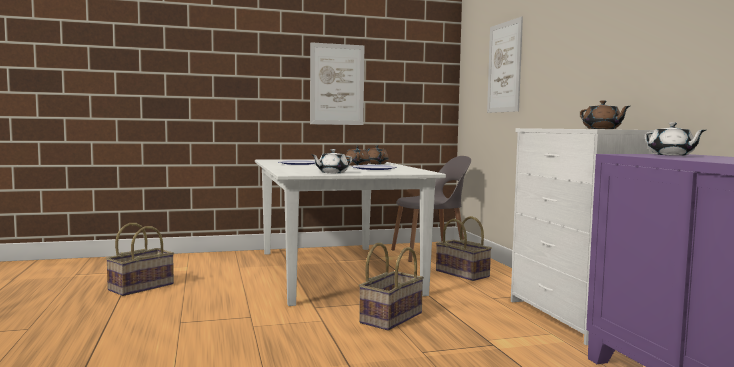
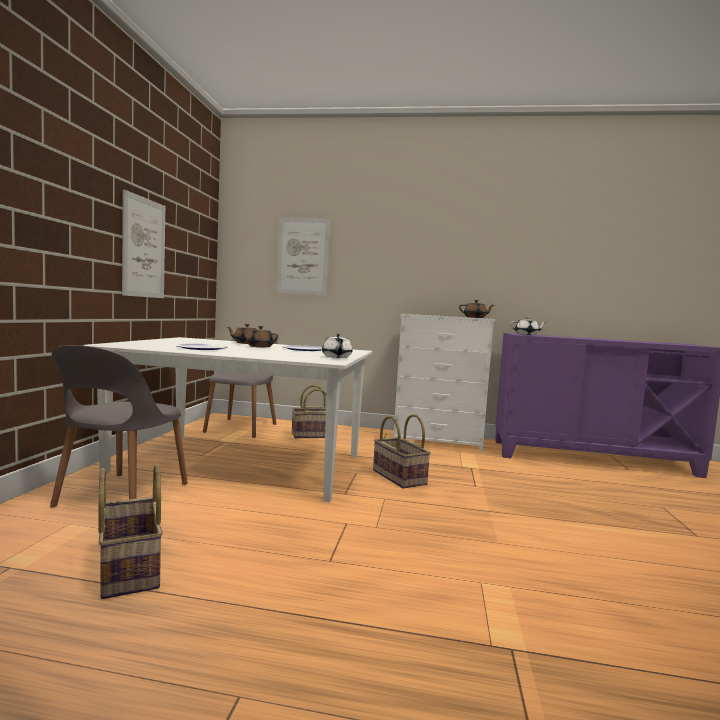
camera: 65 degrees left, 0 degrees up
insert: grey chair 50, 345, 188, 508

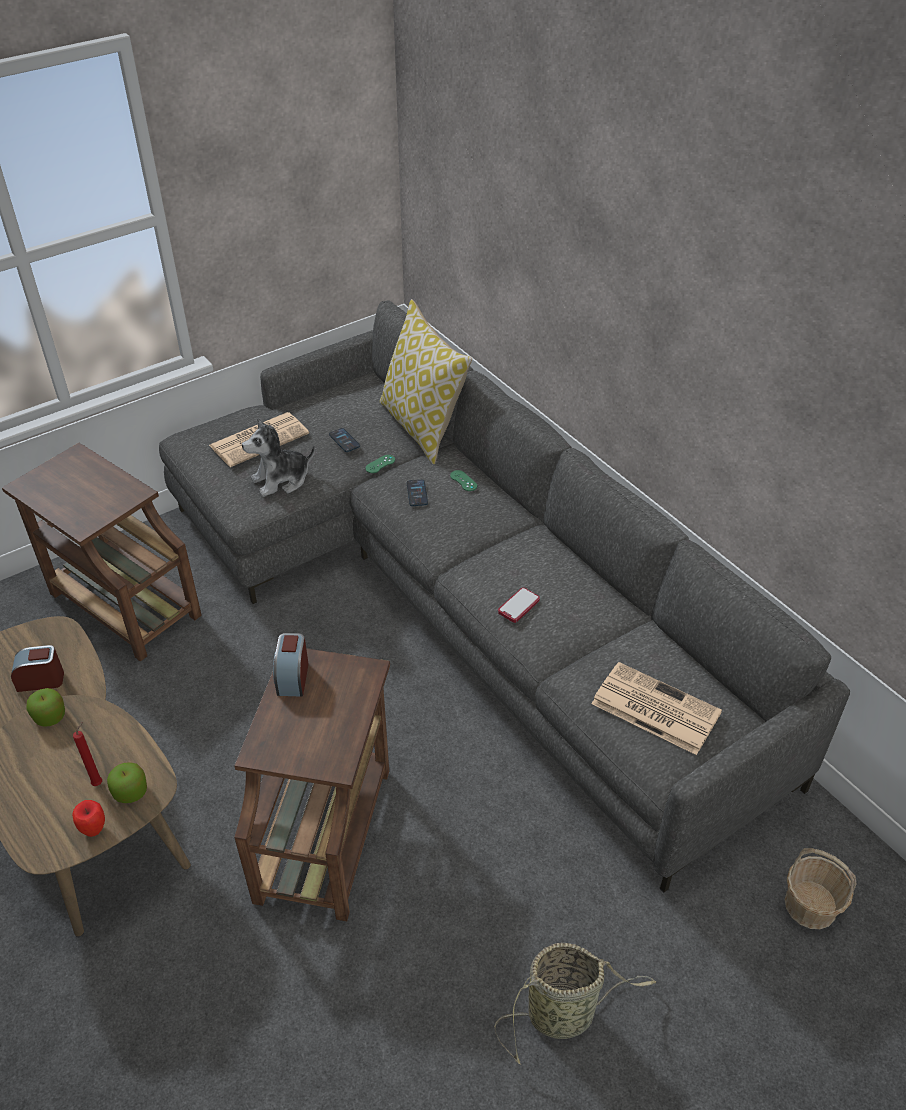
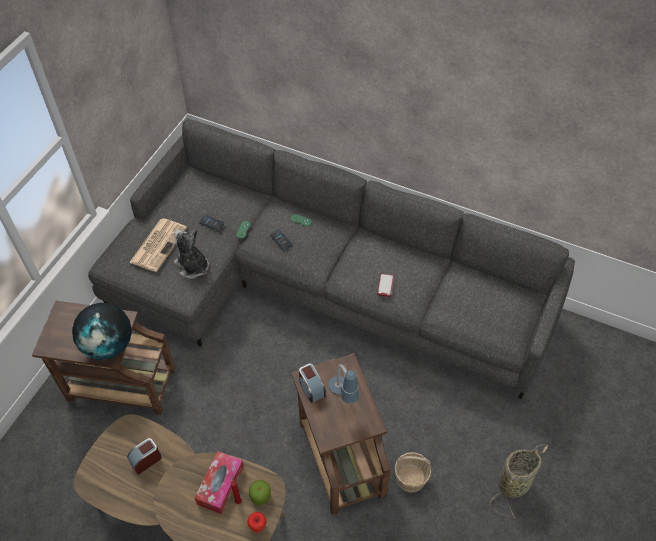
camera: 30 degrees left, 10 degrees up
delete: apple 27, 688, 65, 727; pillow 380, 299, 472, 464; newspaper 591, 662, 722, 755
insert: globe 72, 303, 132, 360; tissue box 194, 451, 244, 514; table lamp 328, 364, 359, 404
move: basket 785, 848, 857, 929 to 394, 452, 431, 493
rotate: plush toy 242, 418, 315, 497 = 174, 228, 209, 279 105 degrees clockwise

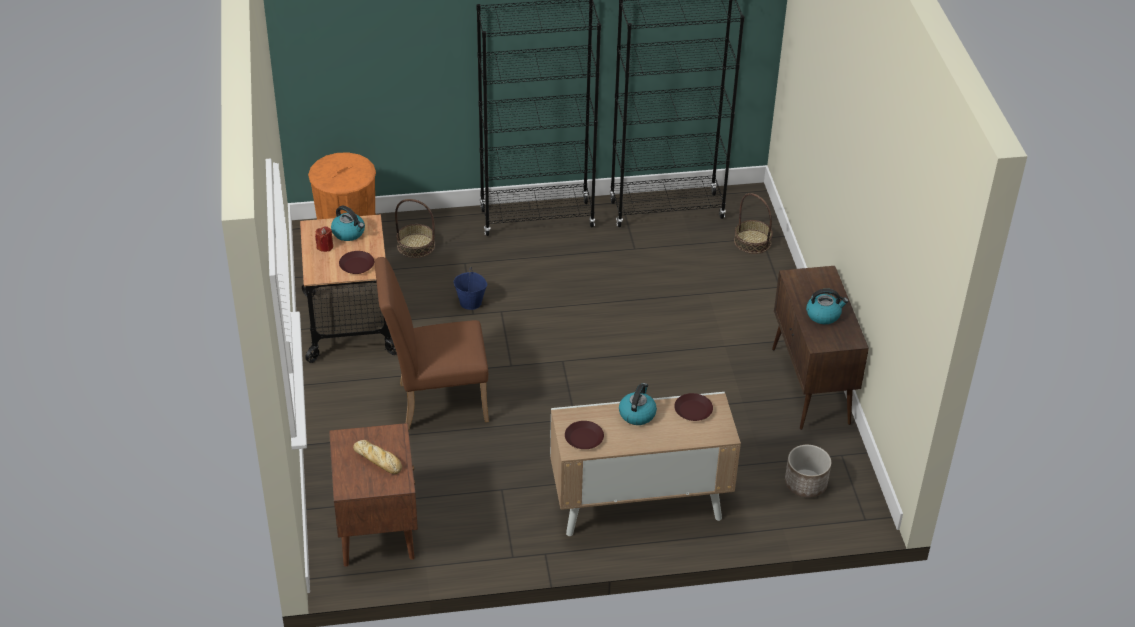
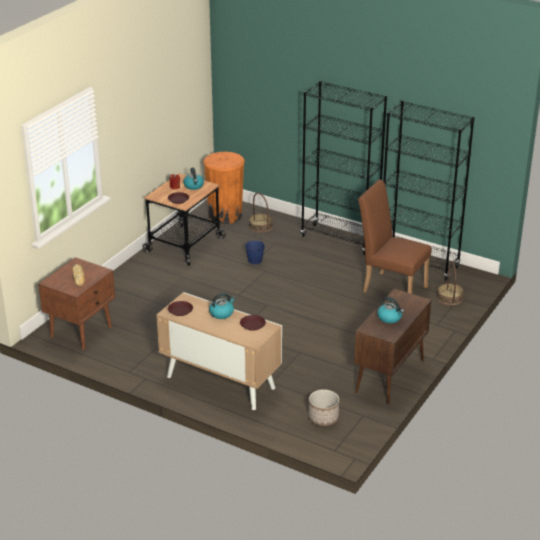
camera: 40 degrees right, 10 degrees down
move: brown chair 375, 257, 489, 430 to 358, 180, 432, 294

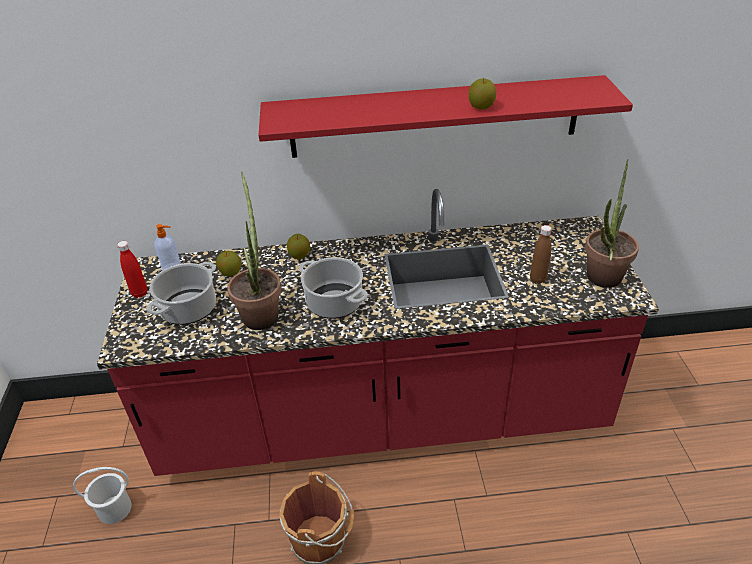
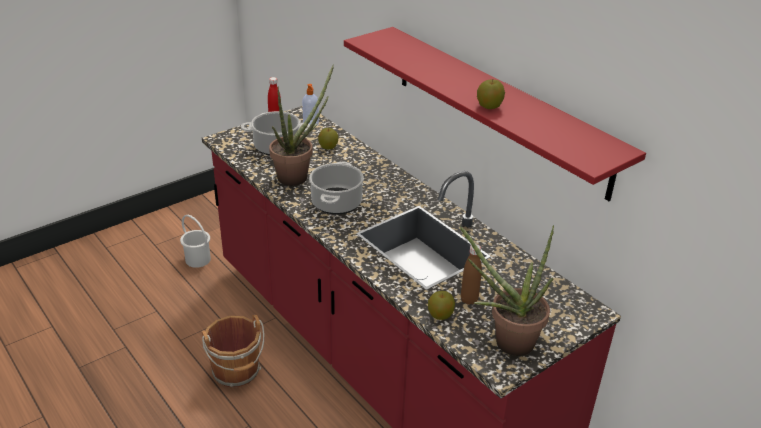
camera: 55 degrees right, 5 degrees down
move: apple 286, 234, 310, 259 to 428, 291, 455, 320

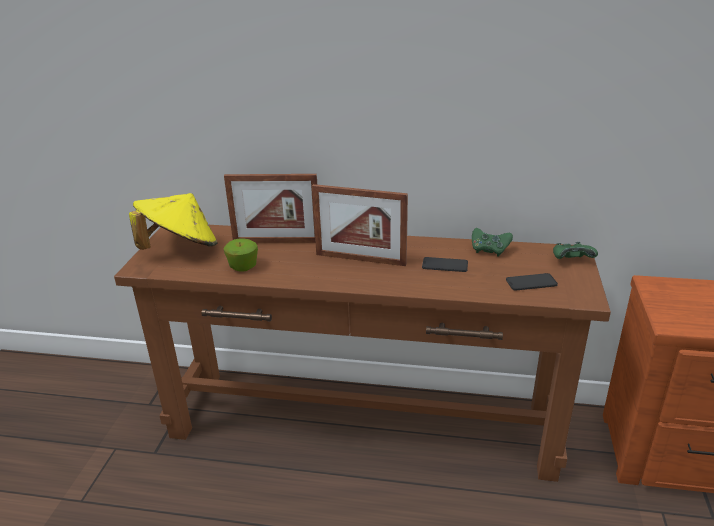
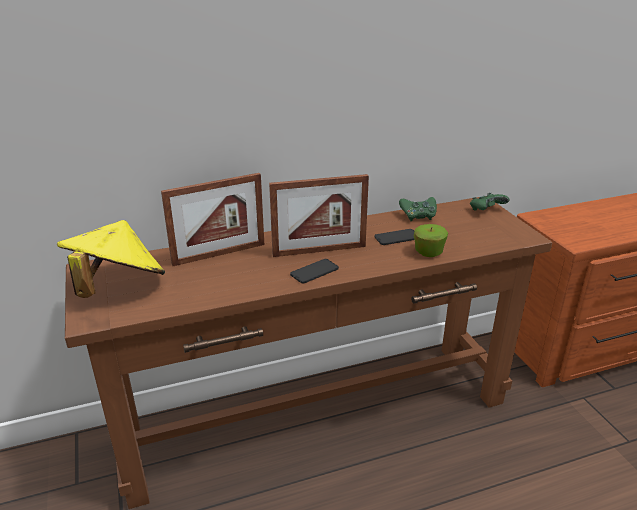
camera: 30 degrees left, 0 degrees up
move: phone 506, 273, 558, 291 to 290, 259, 339, 283; apple 224, 239, 258, 272 to 414, 224, 448, 257

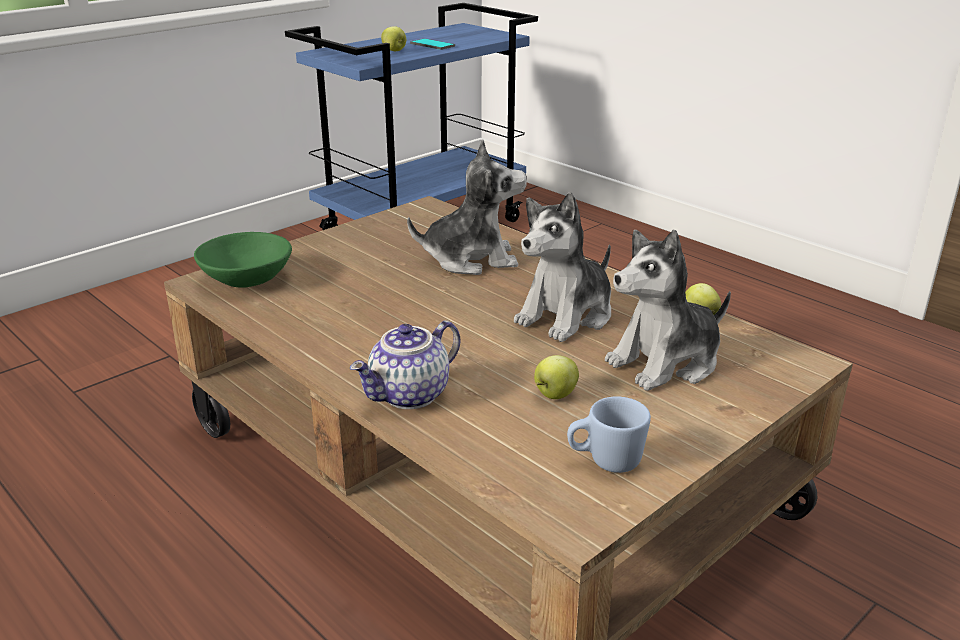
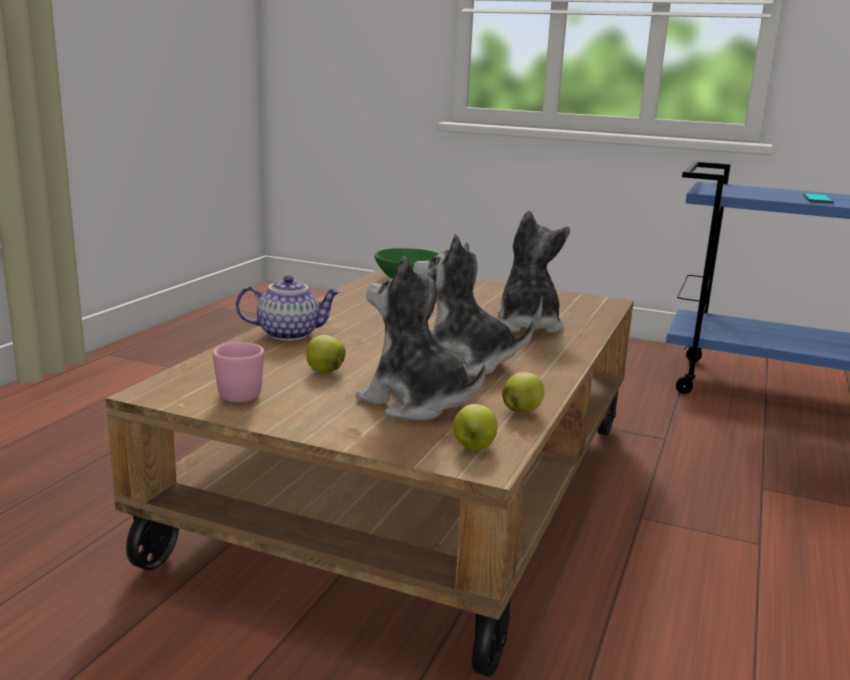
camera: 65 degrees right, 10 degrees down
move: apple 381, 26, 406, 51 to 453, 404, 498, 450
recolor: blue mug 567, 397, 651, 473 to pink mug 213, 342, 264, 402
rotate: teapot 350, 320, 460, 409 = 236, 275, 341, 341 150 degrees clockwise; plush toy 407, 139, 527, 275 = 497, 211, 570, 333 150 degrees counterclockwise

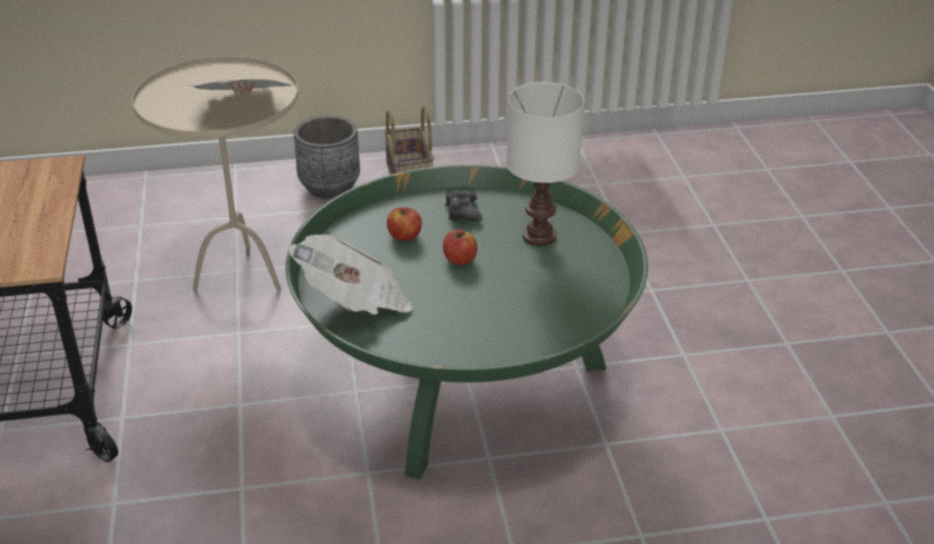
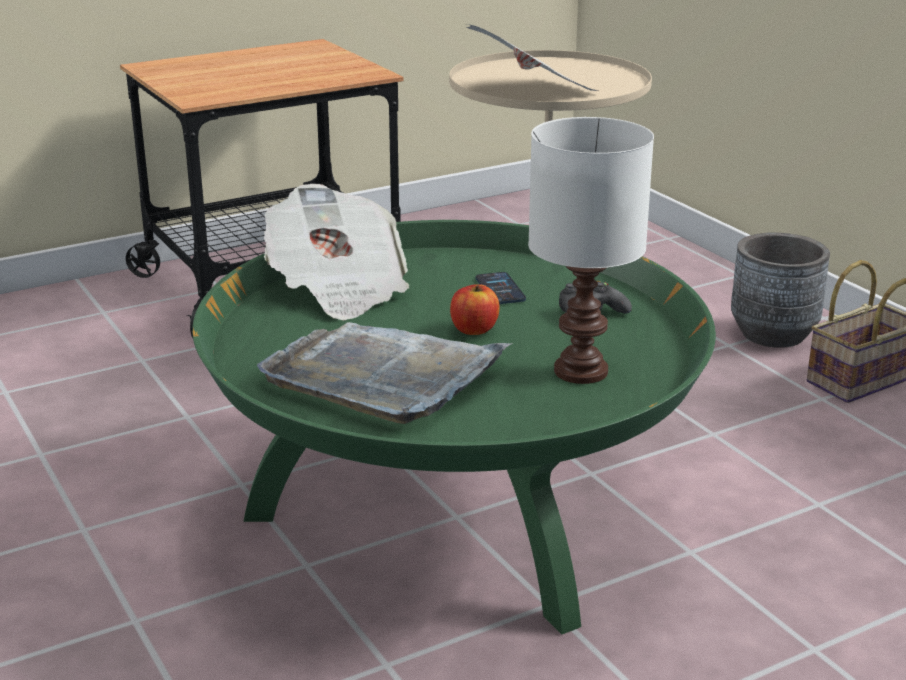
camera: 70 degrees right, 10 degrees down
insert: grey tray 257, 322, 512, 424
replace: apple 387, 207, 422, 241 to phone 476, 272, 526, 304

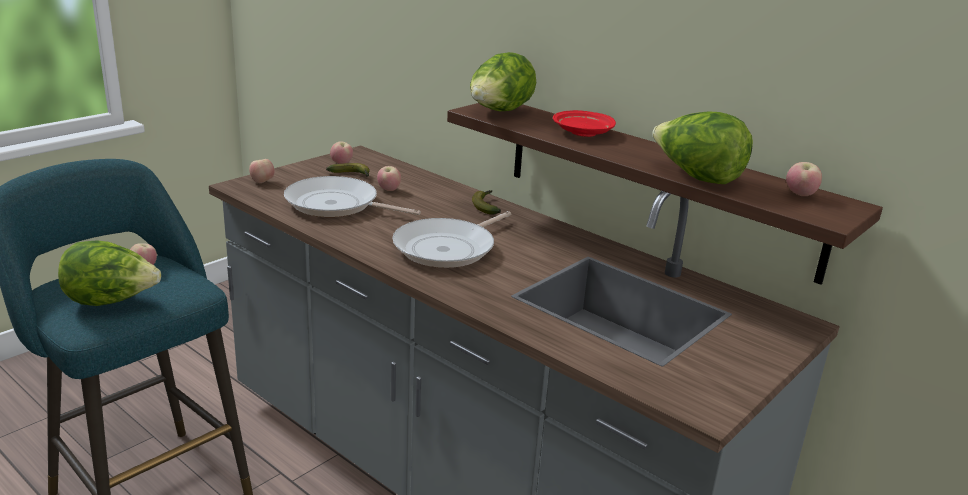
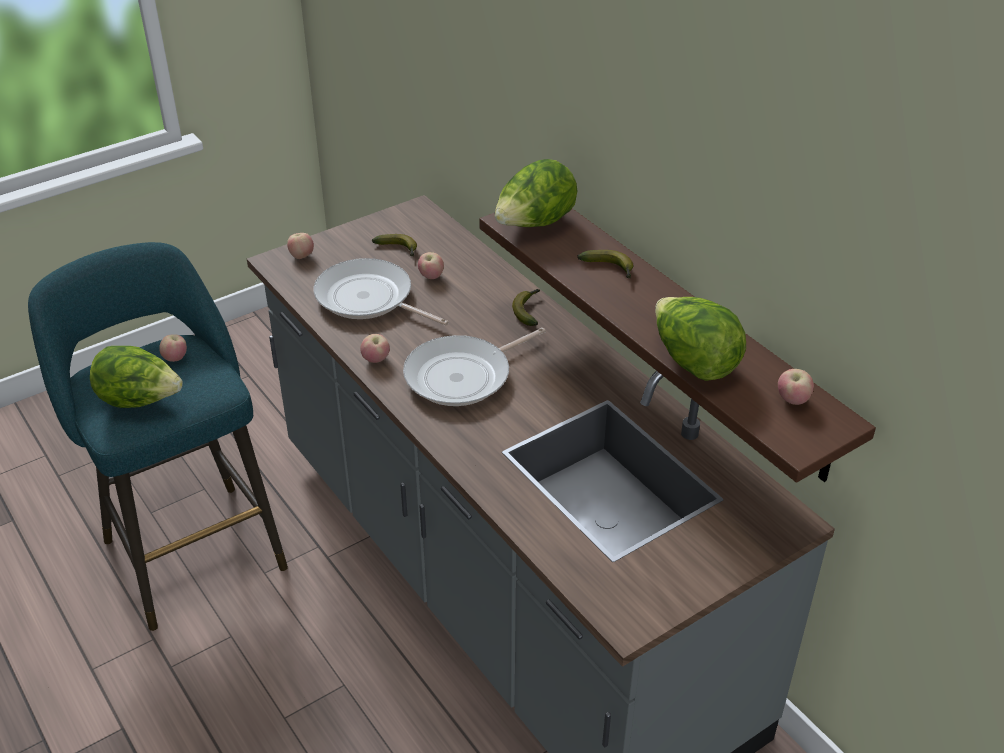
camera: 15 degrees right, 15 degrees up
move: apple 330, 141, 353, 164 to 360, 334, 390, 363
replace: red plate 553, 110, 616, 137 to banana 577, 250, 634, 279

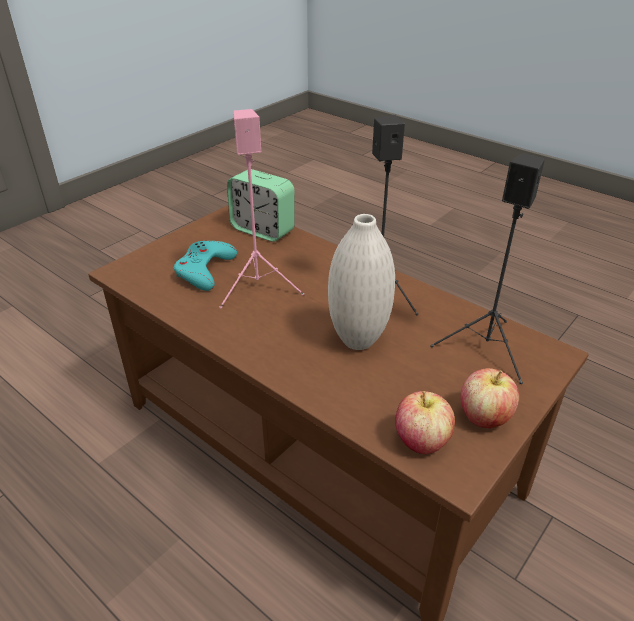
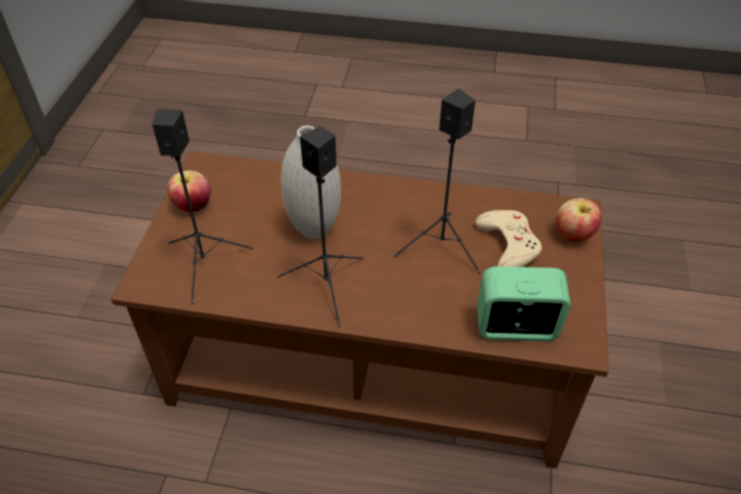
camera: 150 degrees right, 10 degrees up
move: apple 395, 391, 455, 454 to 556, 198, 602, 242
recolor: pink speaker 219, 109, 304, 308 to black speaker 394, 89, 481, 274; turquoise game controller 174, 241, 237, 291 to beige game controller 475, 210, 542, 267

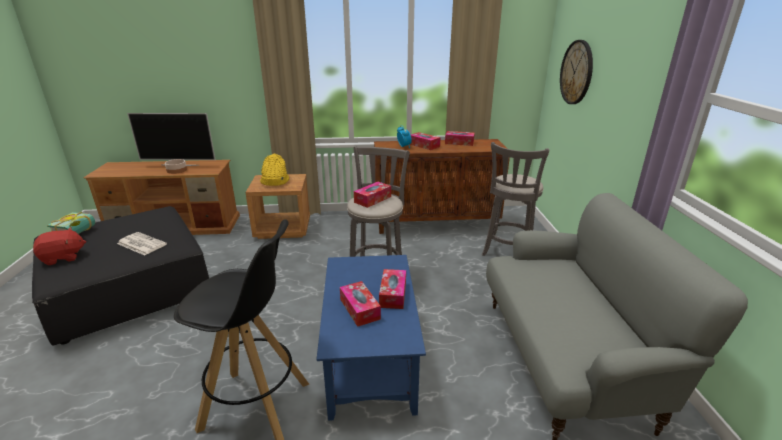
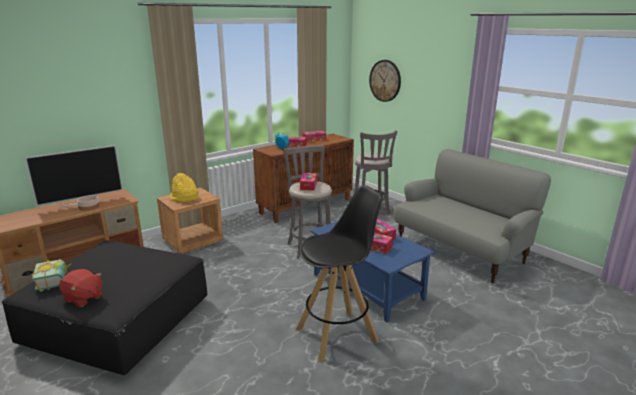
camera: 35 degrees left, 5 degrees down
delete: newspaper 117, 232, 167, 255
rotate: red plush toy 33, 227, 86, 265 = 59, 269, 102, 308 90 degrees clockwise

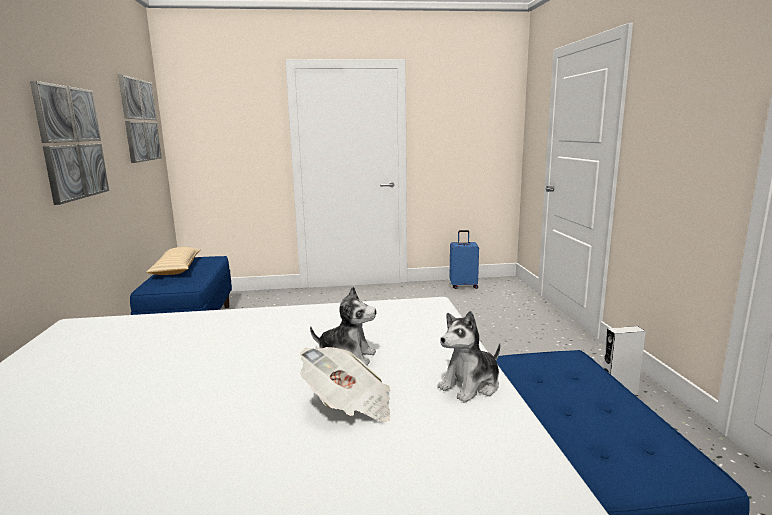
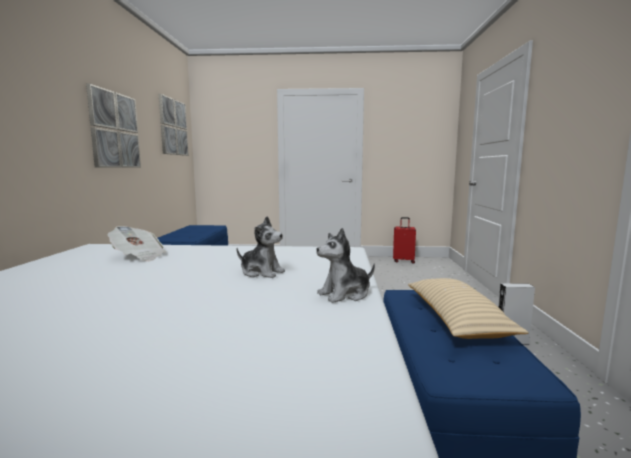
camera: 10 degrees right, 5 degrees down
move: newspaper 300, 347, 390, 422 to 107, 226, 166, 261; beige pillow 146, 247, 201, 275 to 408, 278, 529, 339
recolor: blue suitcase 450, 230, 479, 289 to red suitcase 393, 217, 416, 263

